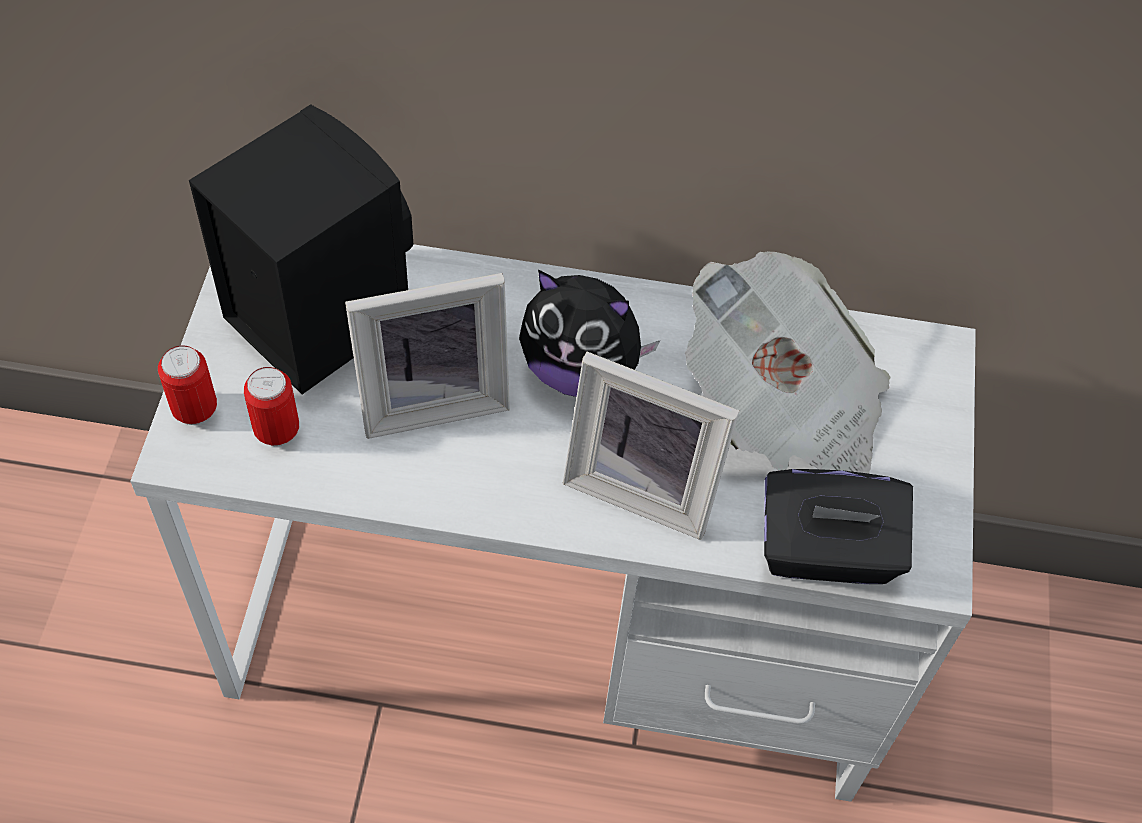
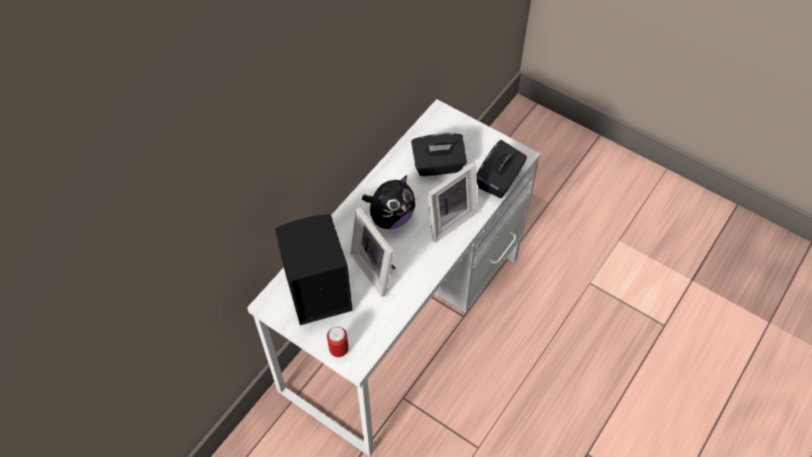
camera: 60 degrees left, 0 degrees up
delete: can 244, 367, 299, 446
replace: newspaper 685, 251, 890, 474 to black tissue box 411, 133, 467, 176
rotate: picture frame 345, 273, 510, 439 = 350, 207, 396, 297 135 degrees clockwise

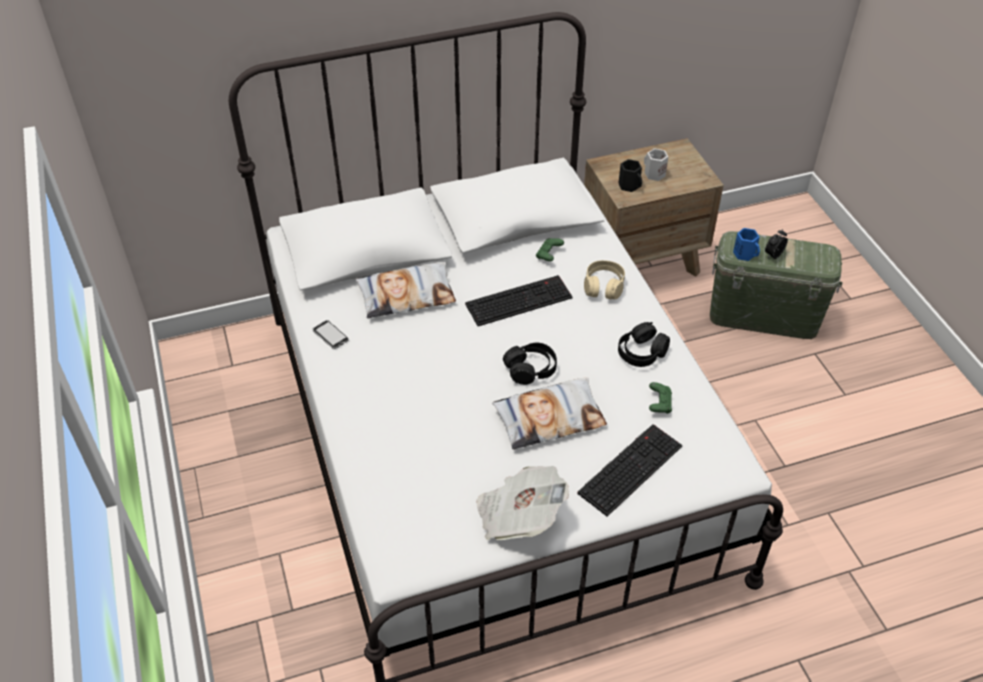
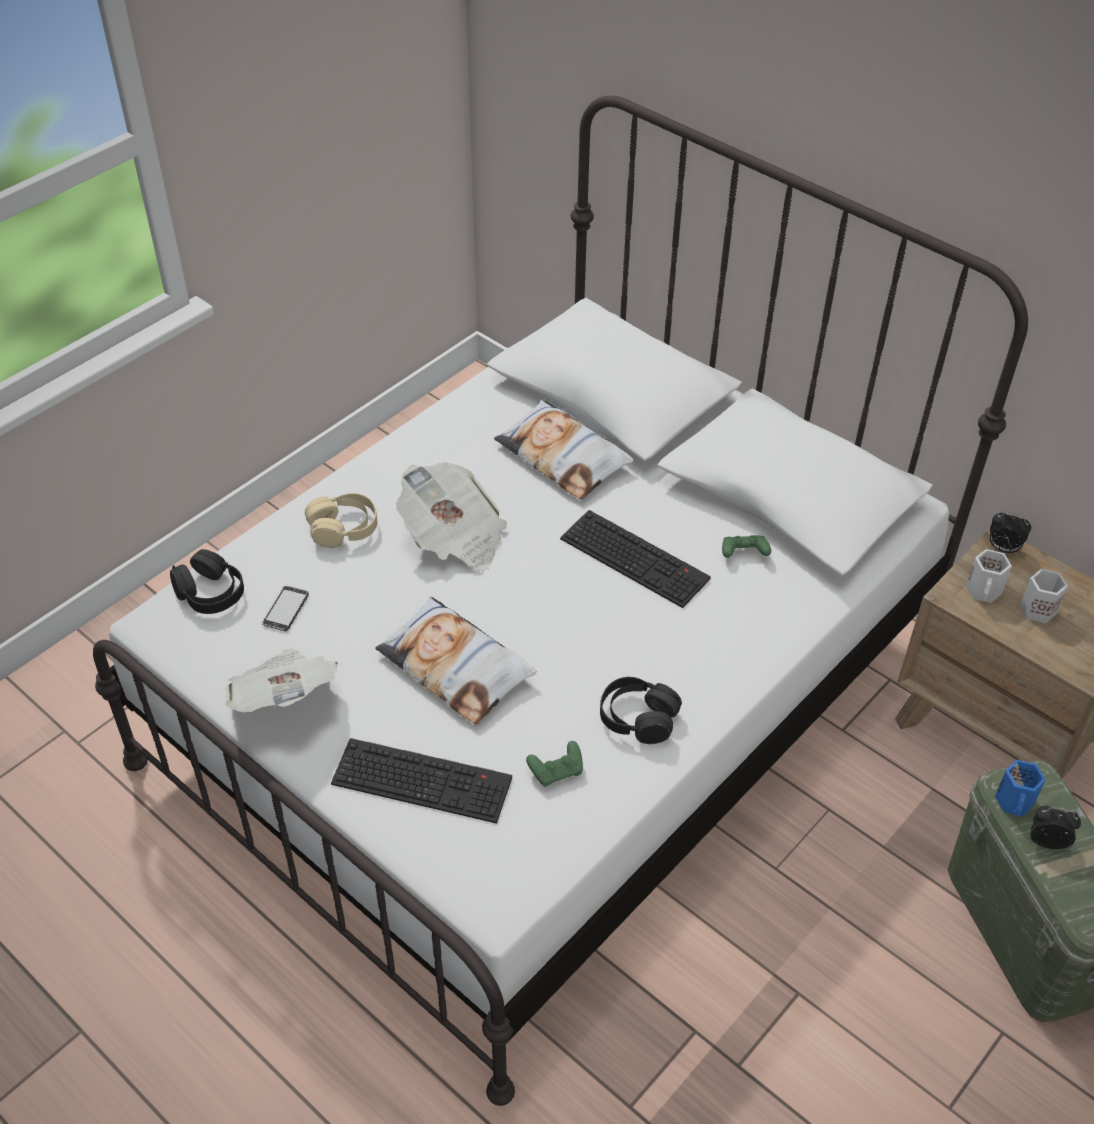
camera: 60 degrees right, 0 degrees up
insert: newspaper 396, 462, 507, 571; alarm clock 990, 512, 1031, 554
move: black headphones 503, 343, 557, 385 to 170, 549, 244, 614; phone 312, 320, 349, 349 to 261, 586, 309, 631; beige headphones 584, 260, 625, 299 to 305, 493, 377, 548
recolor: black mug 618, 159, 642, 192 to white mug 966, 549, 1012, 603

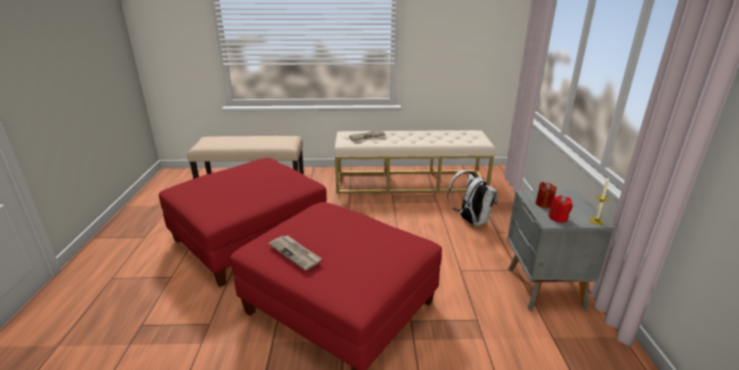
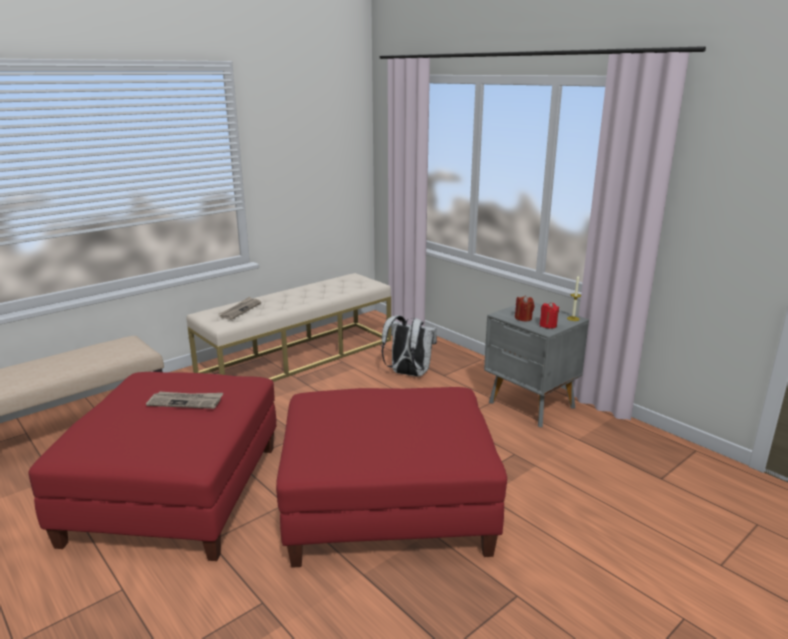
camera: 40 degrees left, 5 degrees down
move: newspaper 269, 235, 322, 271 to 146, 392, 223, 409

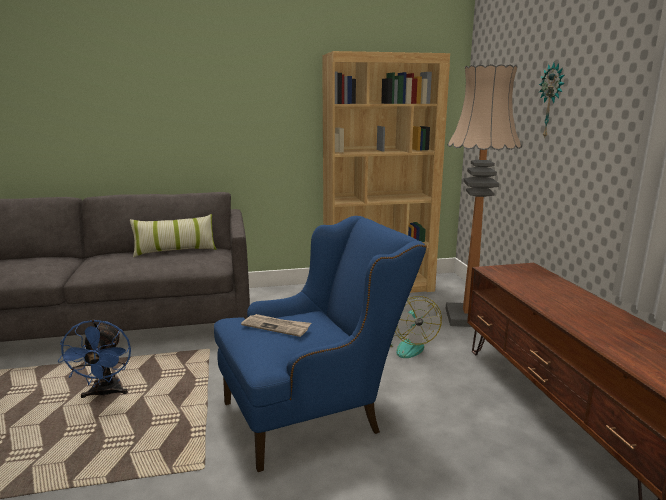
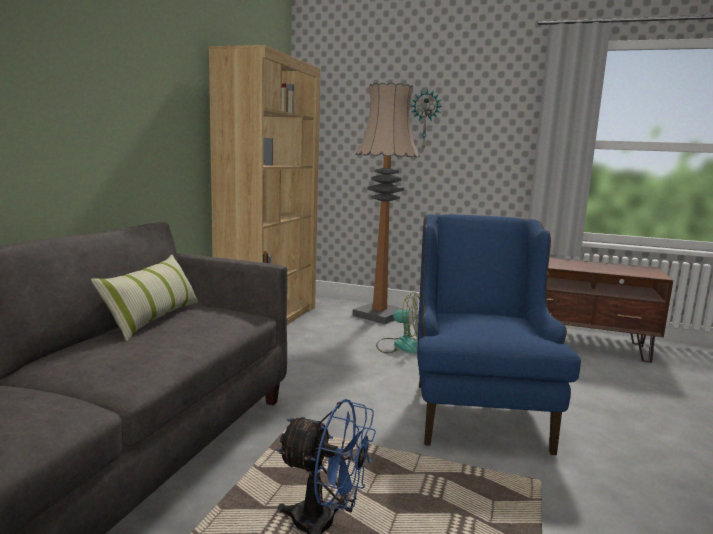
camera: 60 degrees left, 5 degrees down
delete: newspaper 241, 314, 311, 337

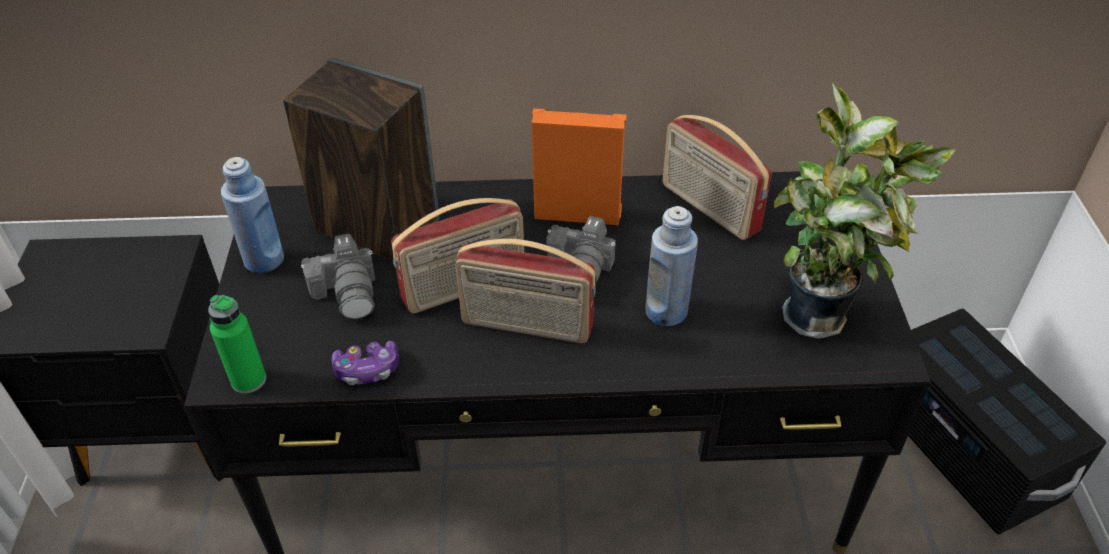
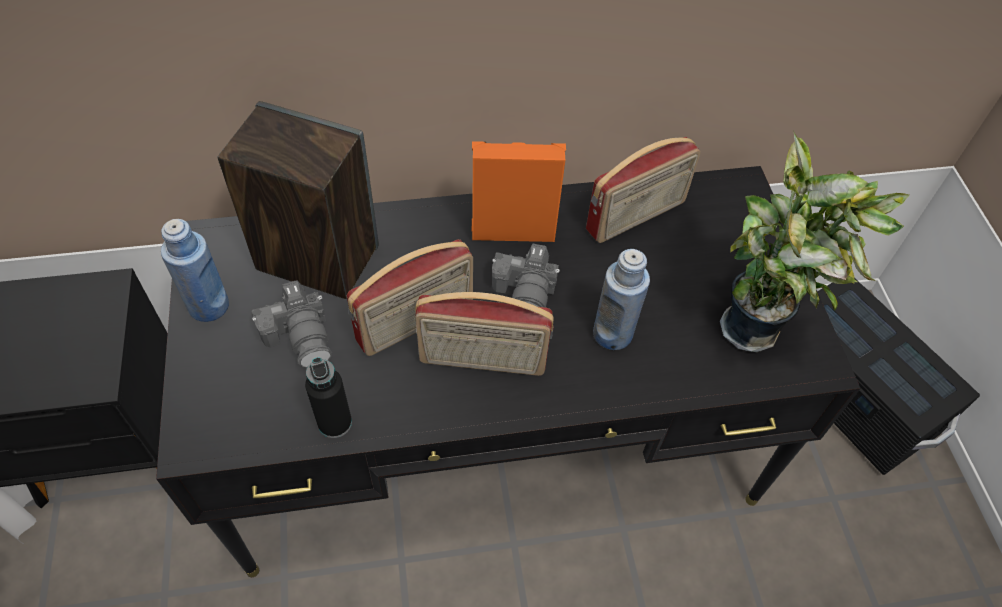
camera: 10 degrees left, 10 degrees up
delete: green bottle 208, 295, 266, 393
replace: game controller 332, 341, 399, 385 to black bottle 305, 357, 352, 438
rotate: radio 663, 115, 772, 240 = 586, 137, 701, 243 75 degrees counterclockwise

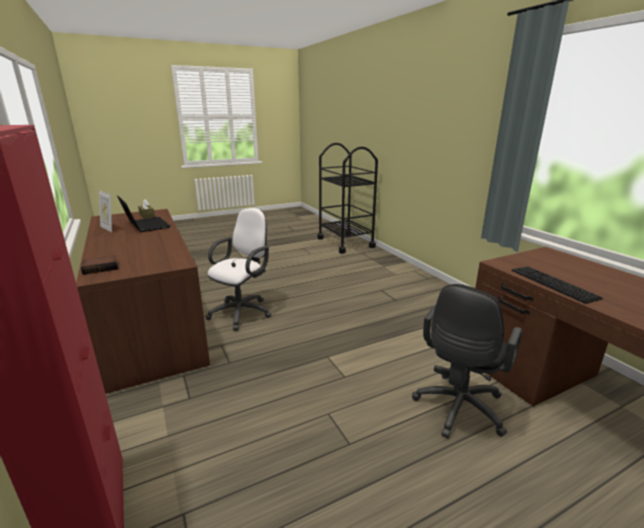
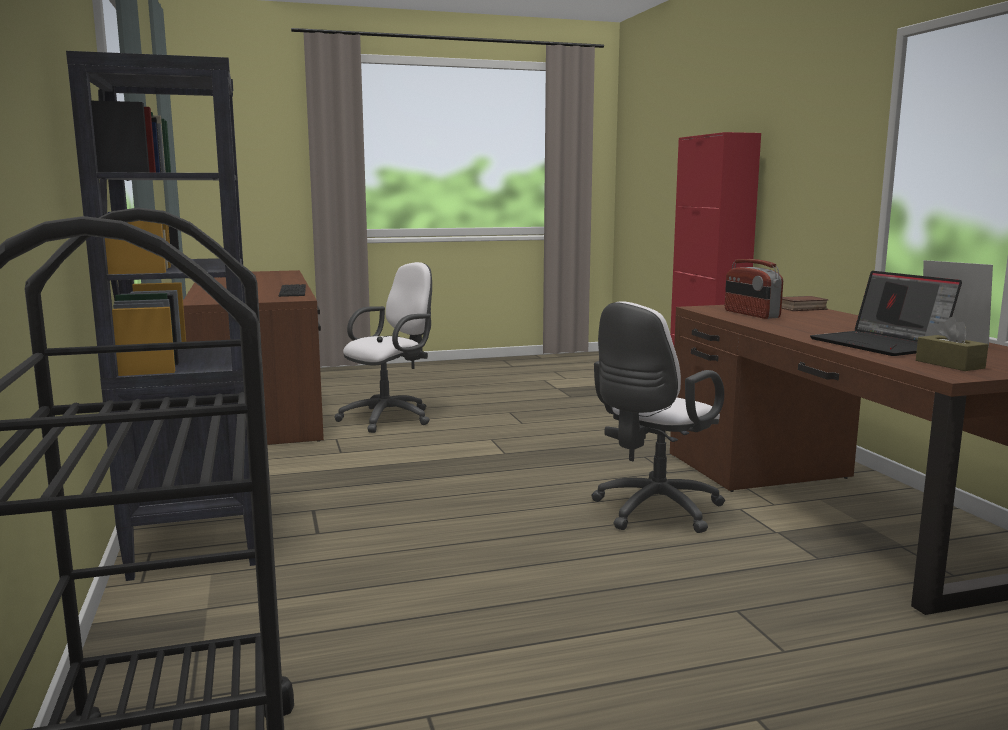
camera: 170 degrees left, 10 degrees down
insert: black bookcase 66, 51, 256, 581; radio 725, 259, 783, 319
recolor: black office chair 412, 284, 522, 438 to white office chair 334, 262, 432, 433

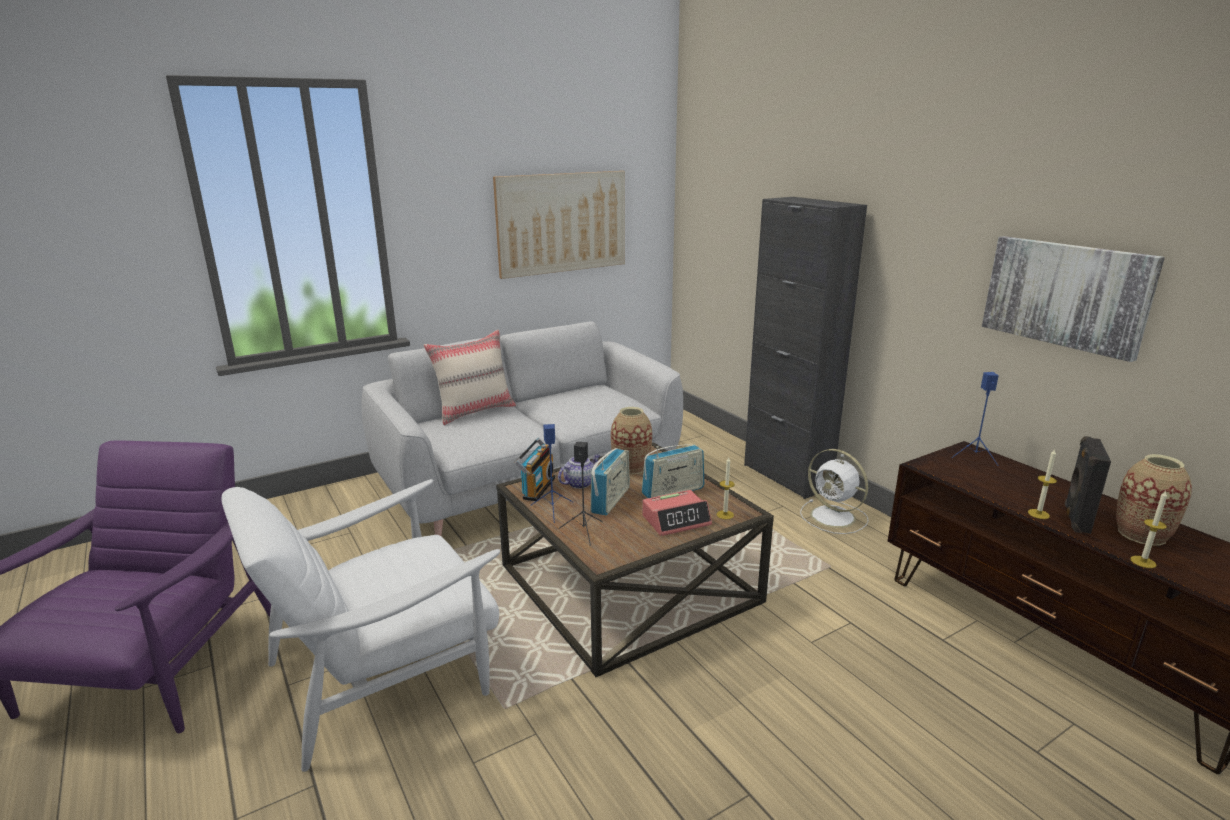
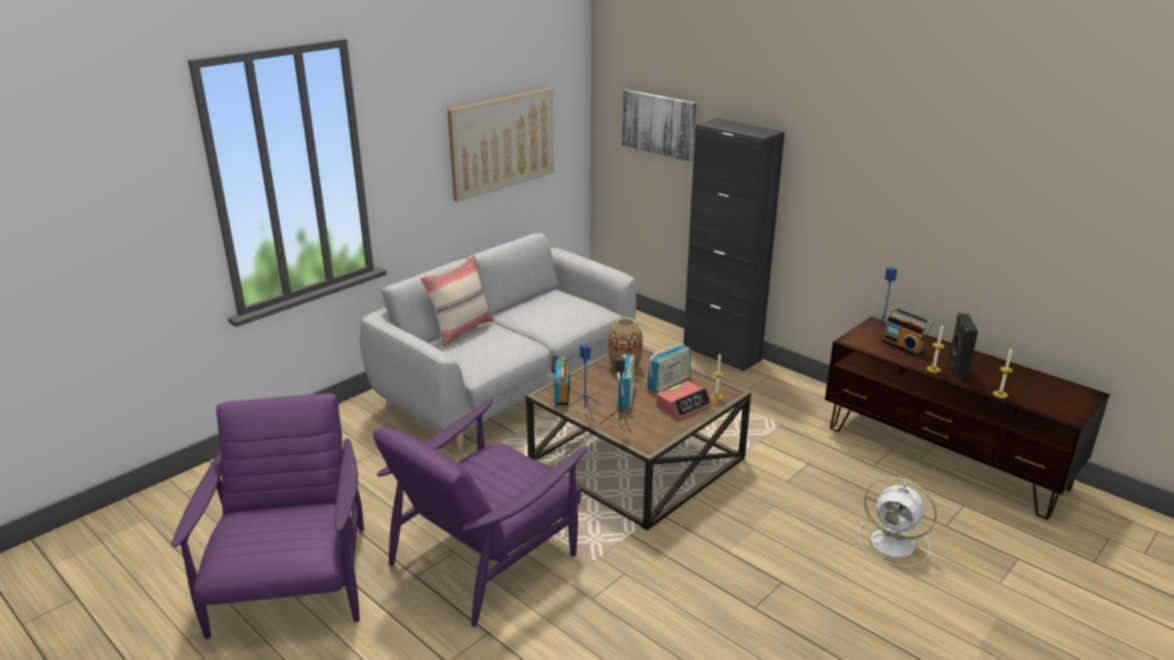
camera: 15 degrees left, 5 degrees up
delete: teapot 558, 454, 600, 489; vase 1116, 454, 1192, 546
insert: radio 881, 307, 933, 357
move: picture 982, 236, 1165, 362 to 622, 90, 696, 162; white fan 800, 449, 869, 534 to 858, 477, 937, 567
recolor: white armchair 221, 479, 501, 772 to purple armchair 373, 399, 588, 627

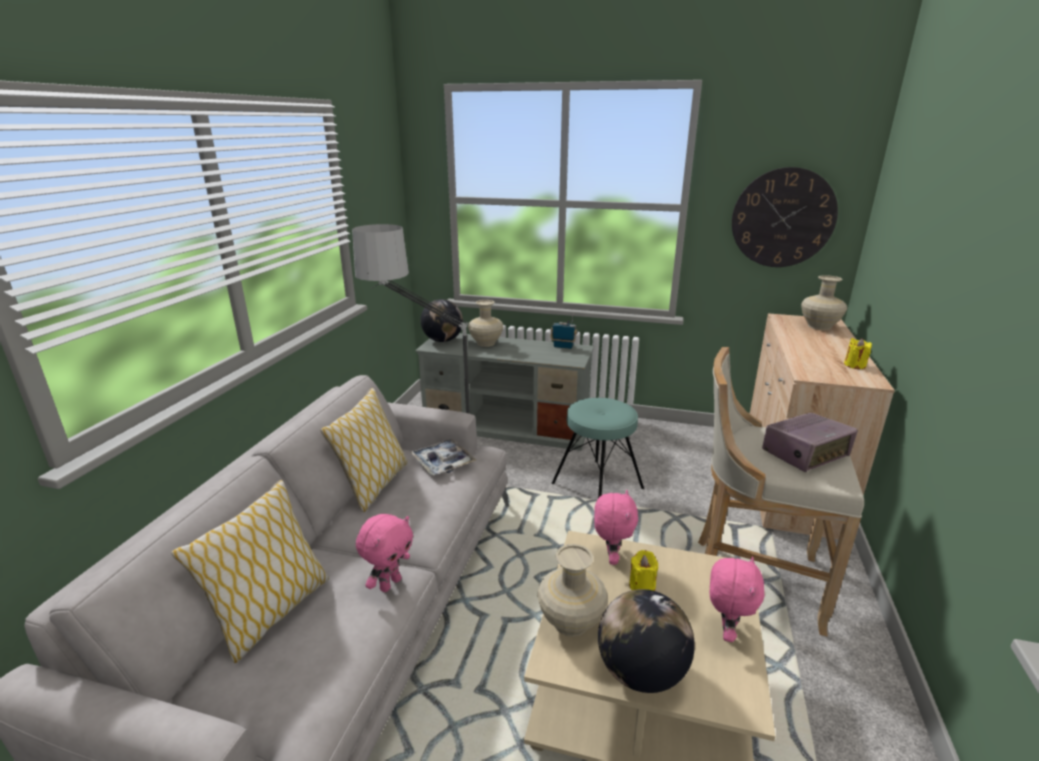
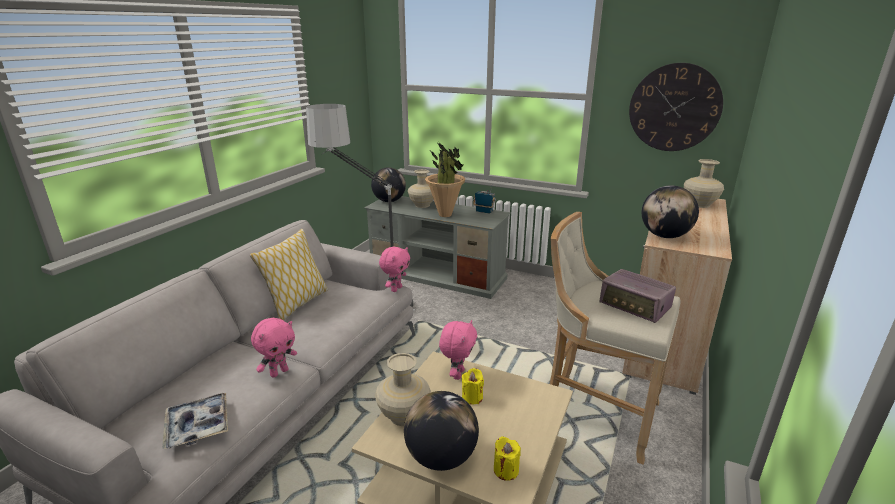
camera: 10 degrees right, 0 degrees up
delete: pillow 171, 480, 329, 663; turquoise stool 552, 398, 644, 498
insert: potted plant 425, 142, 465, 217; globe 642, 185, 699, 238
move: tray 410, 439, 476, 475 to 162, 393, 228, 449; pink plush toy 710, 556, 765, 642 to 379, 247, 410, 292; yellow candle 844, 338, 872, 369 to 494, 436, 521, 481
rotate: radio 762, 413, 858, 472 = 599, 269, 676, 323 60 degrees clockwise

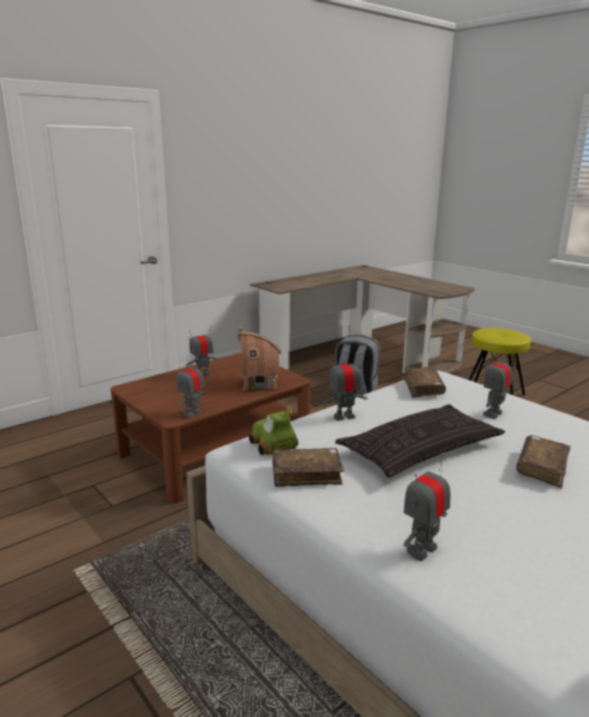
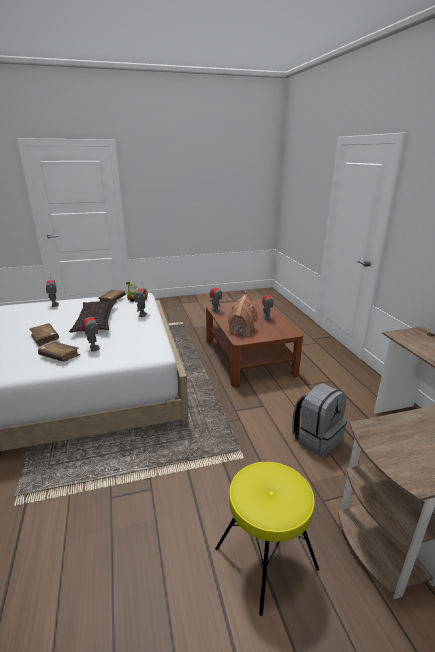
camera: 115 degrees right, 5 degrees up
move: brown book 405, 367, 446, 398 to 38, 341, 80, 362

